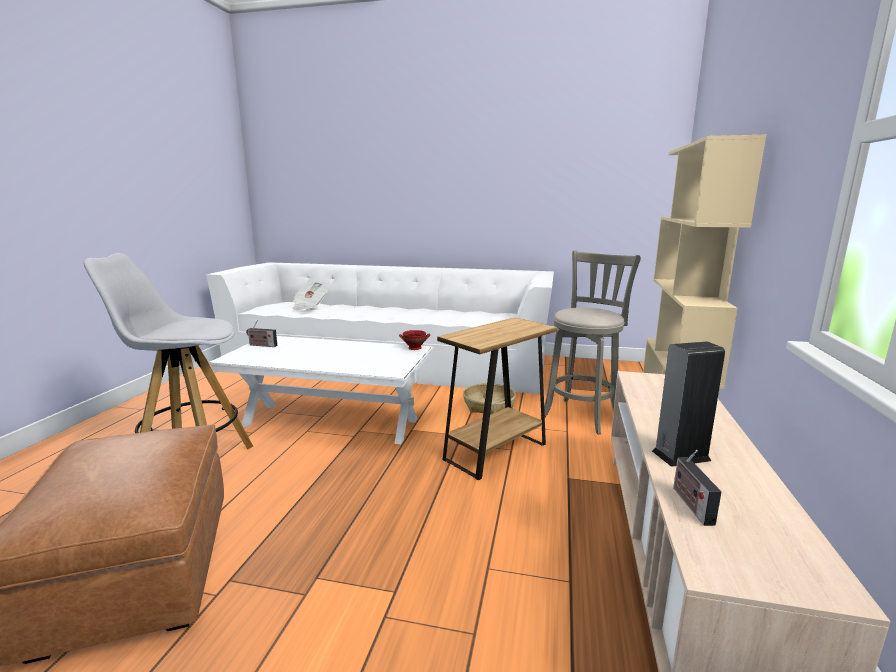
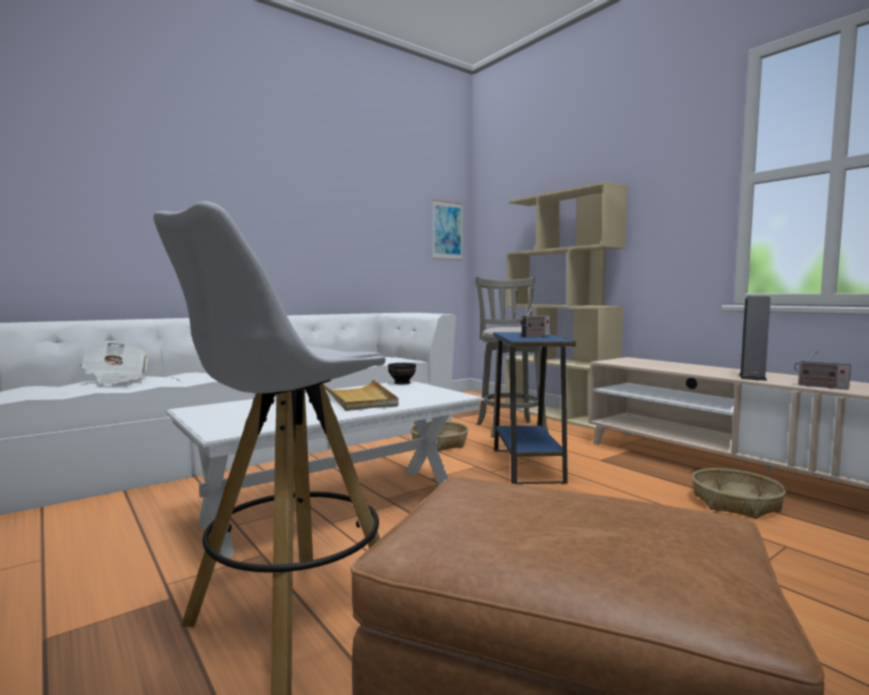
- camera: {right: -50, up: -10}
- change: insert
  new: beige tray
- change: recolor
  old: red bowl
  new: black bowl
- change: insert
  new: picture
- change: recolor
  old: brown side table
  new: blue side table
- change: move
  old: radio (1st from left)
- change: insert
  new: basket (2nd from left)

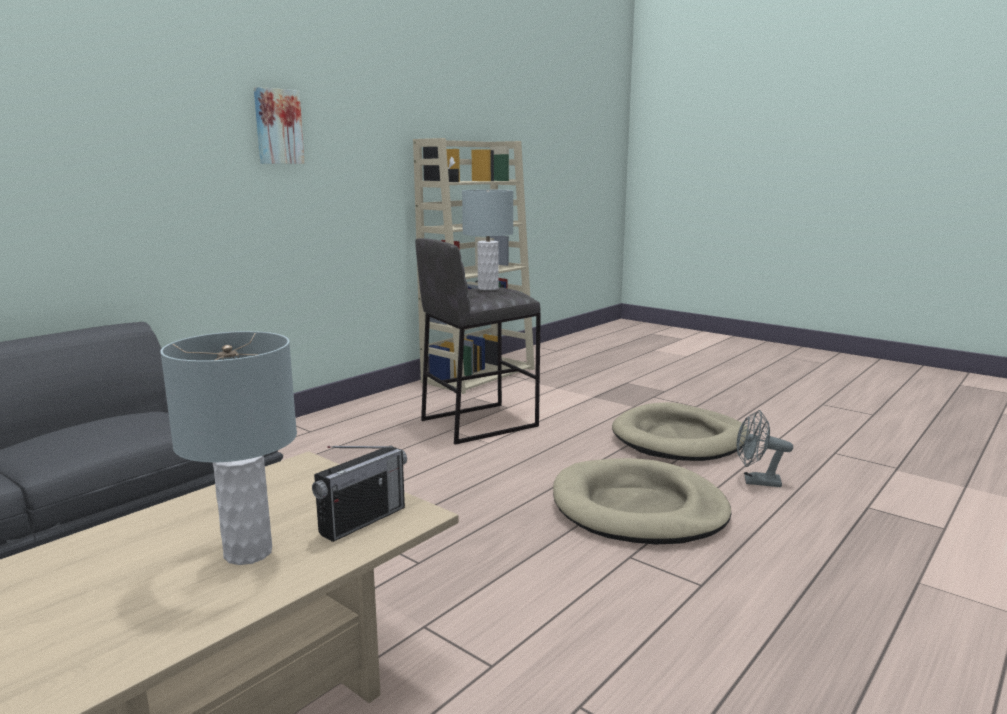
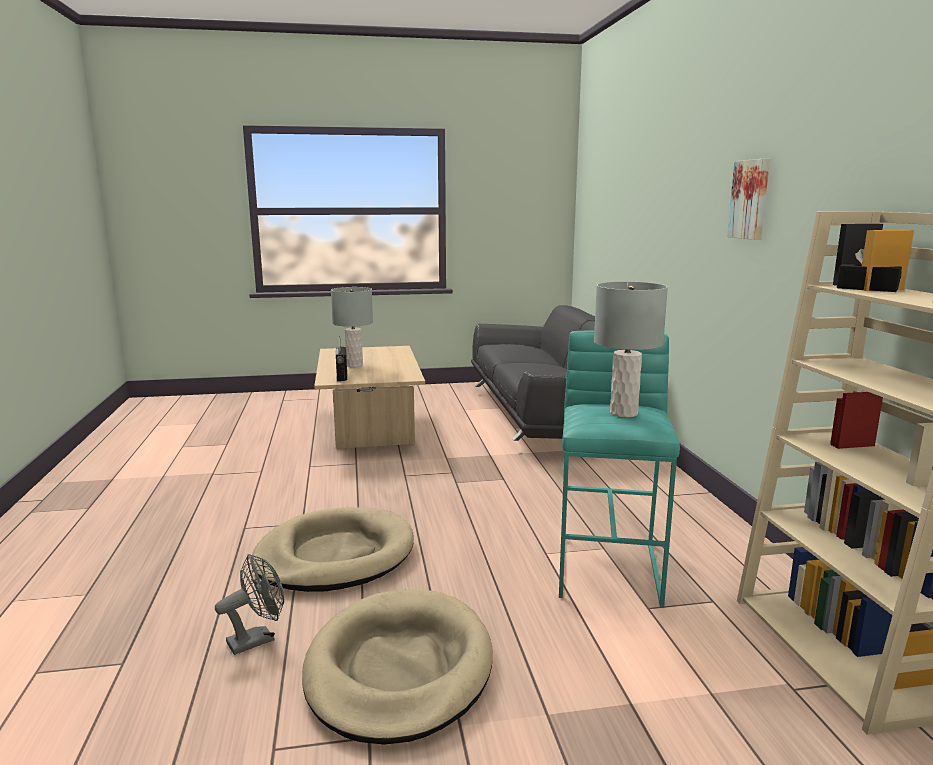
- camera: {right: 130, up: 0}
- change: recolor
  old: grey stool
  new: turquoise stool

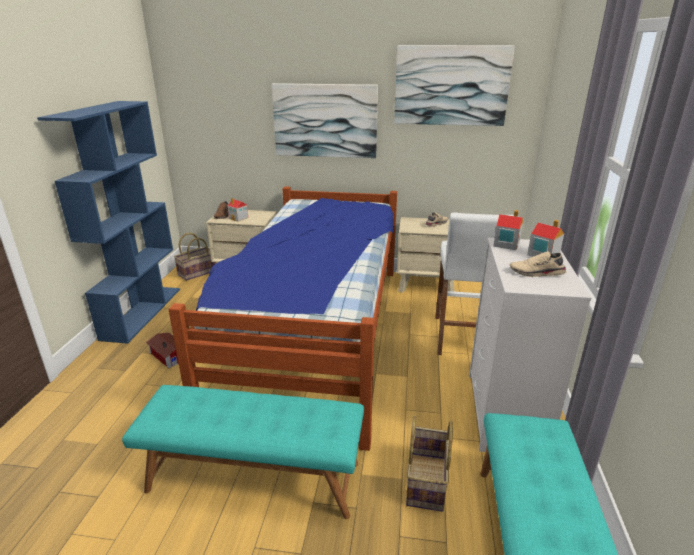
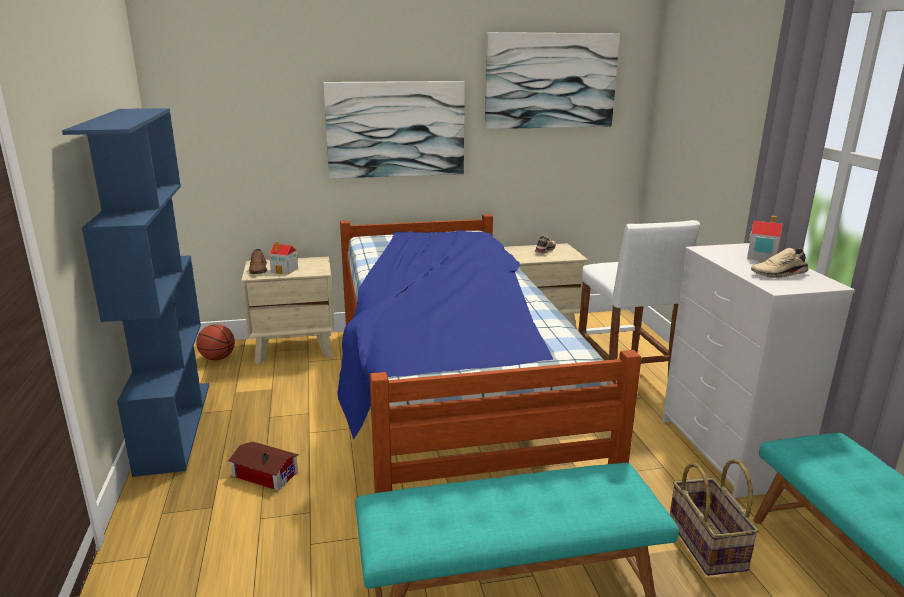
- camera: {right: -20, up: -5}
- change: replace
  old: basket (1st from left)
  new: basketball
- change: delete
  old: toy house (3rd from left)

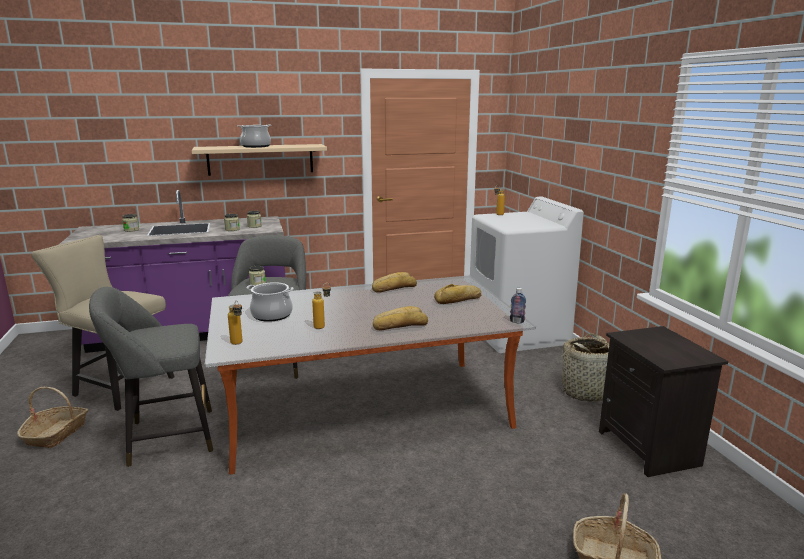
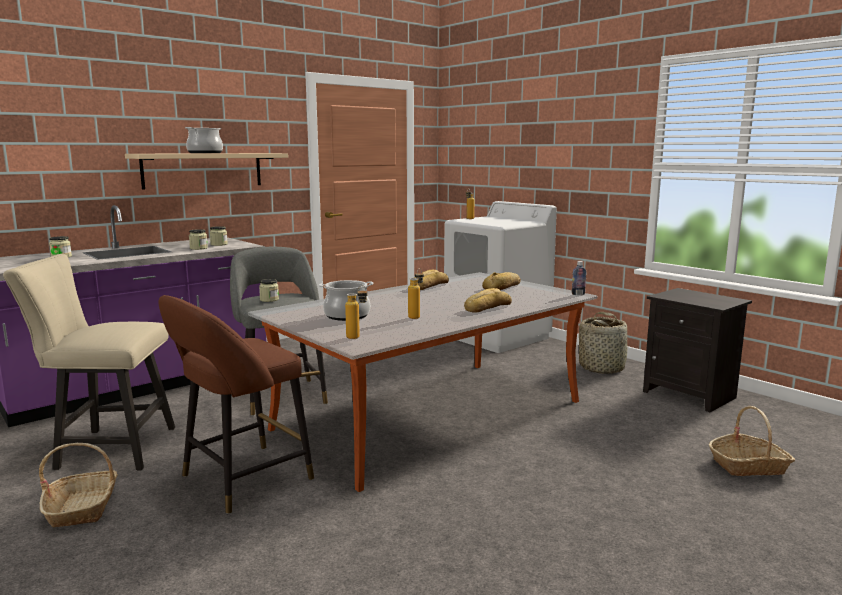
- camera: {right: -25, up: -5}
- change: recolor
  old: grey stool (1st from left)
  new: brown stool

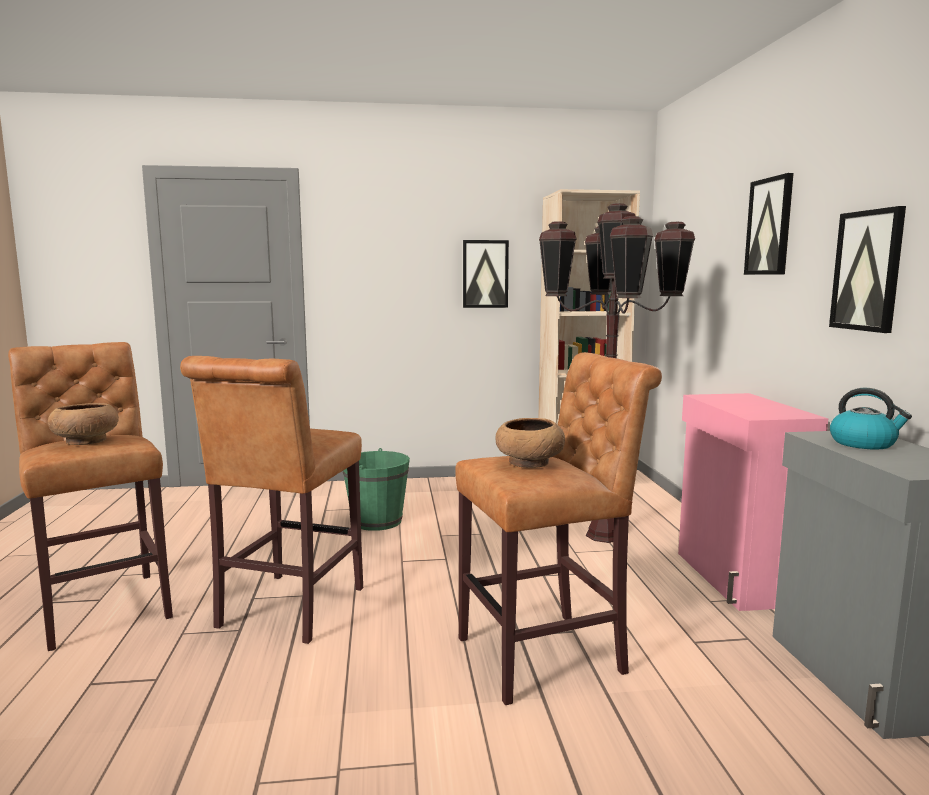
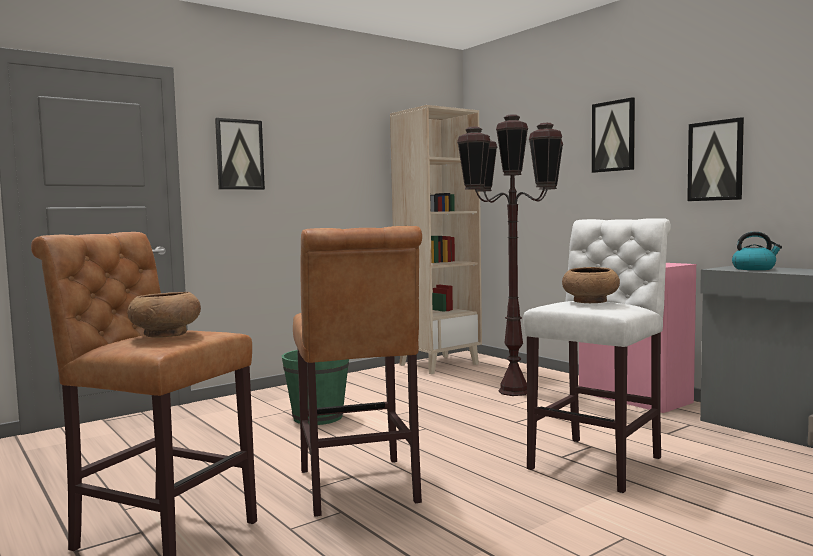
- camera: {right: -30, up: -5}
- change: move
  old: picture (1st from left)
- change: recolor
  old: brown stool (3rd from left)
  new: white stool

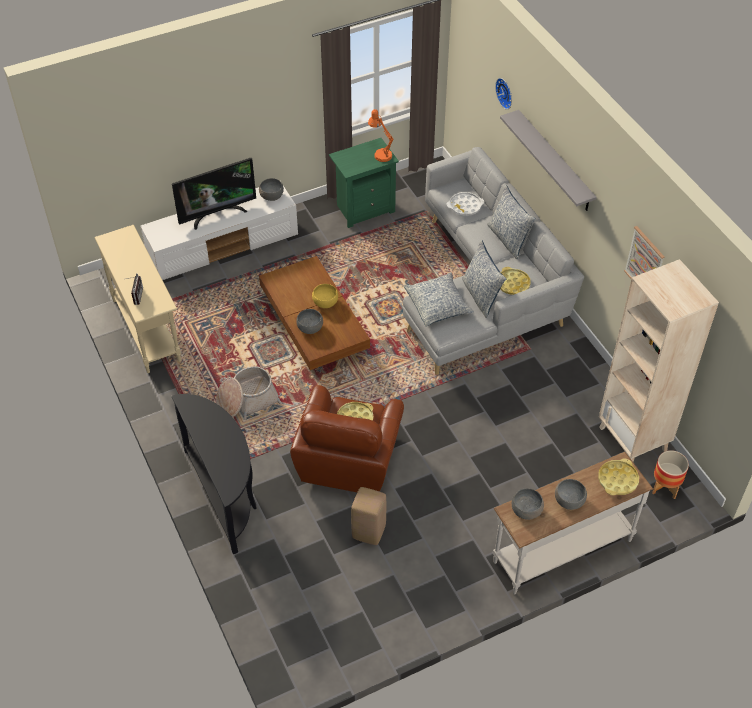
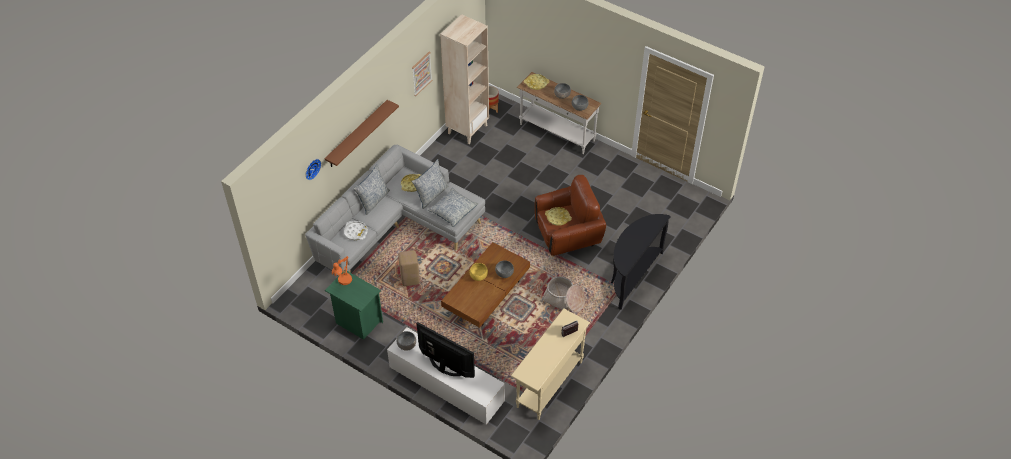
- camera: {right: -120, up: 0}
- change: recolor
  old: grey shelf
  new: brown shelf
- change: move
  old: beige stool

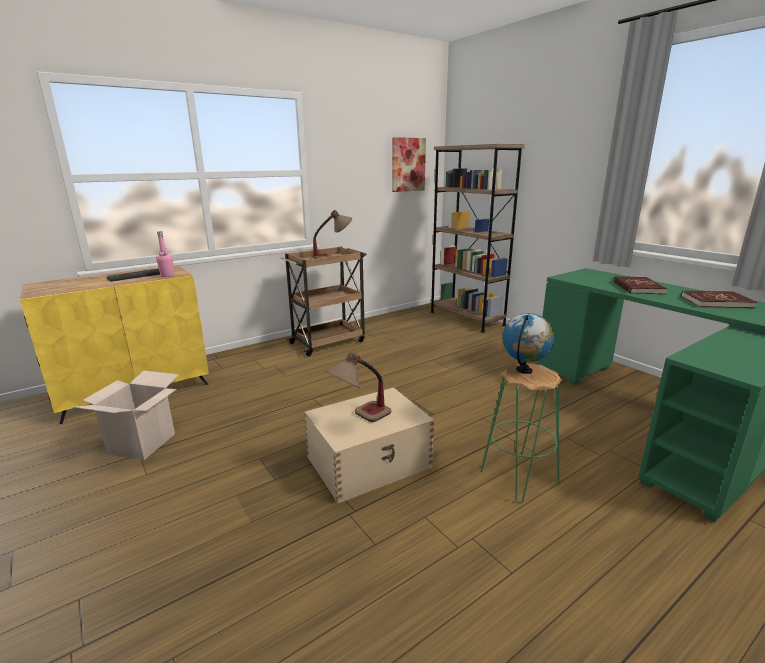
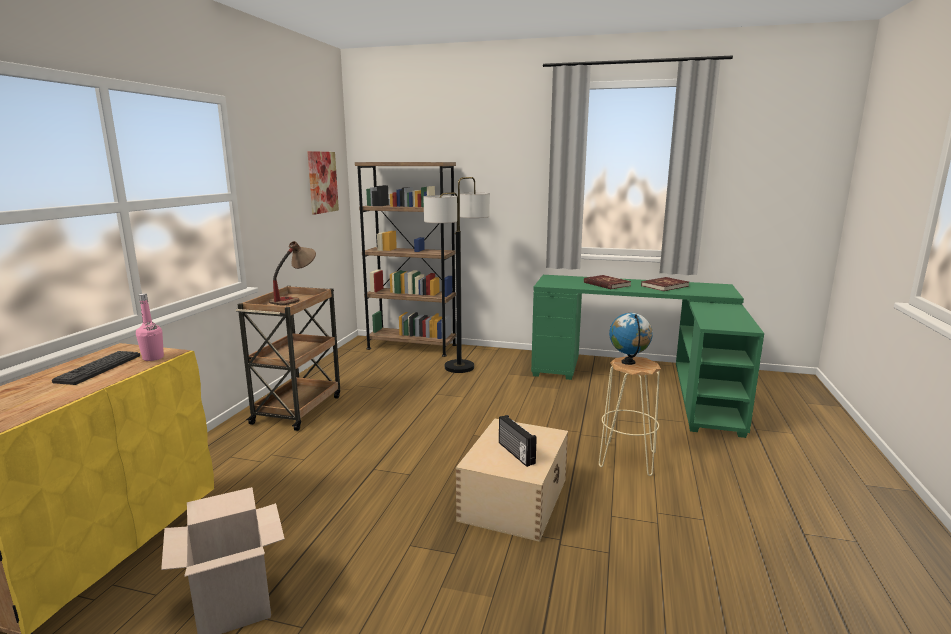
- camera: {right: -40, up: -5}
- change: insert
  new: floor lamp
- change: replace
  old: table lamp (2nd from left)
  new: radio
- change: recolor
  old: green stool
  new: beige stool

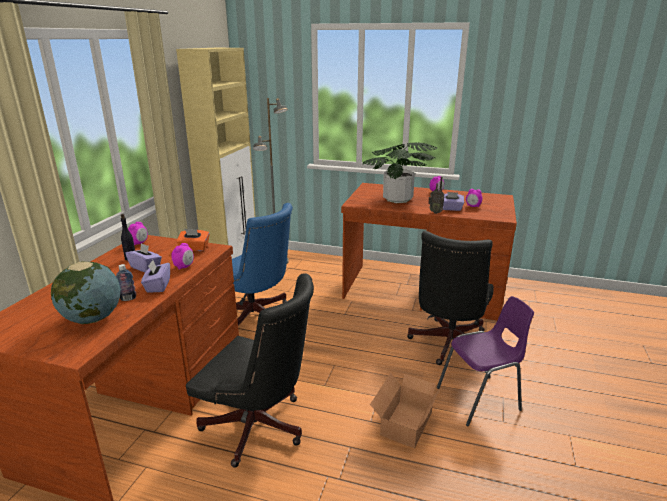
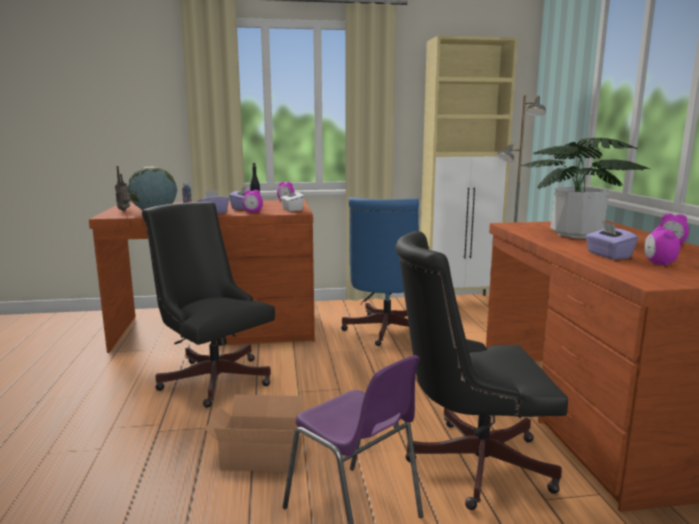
- camera: {right: 65, up: -10}
- change: move
  old: radio
- change: rotate
  old: black office chair (1st from left)
  degrees: 135
- change: recolor
  old: orange tissue box
  new: white tissue box

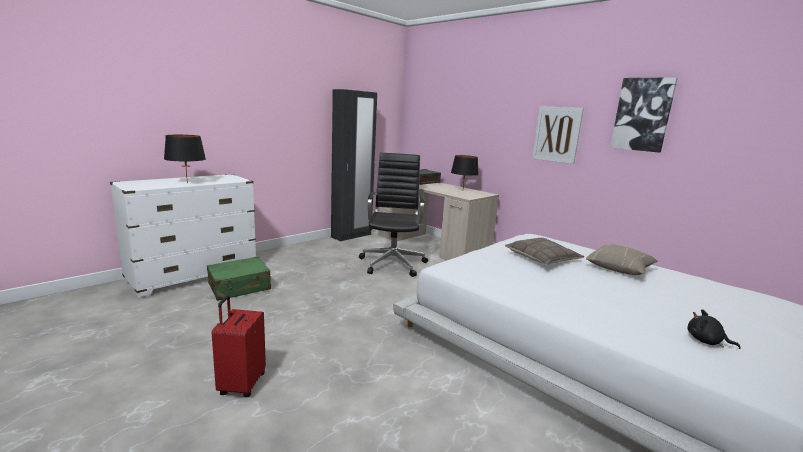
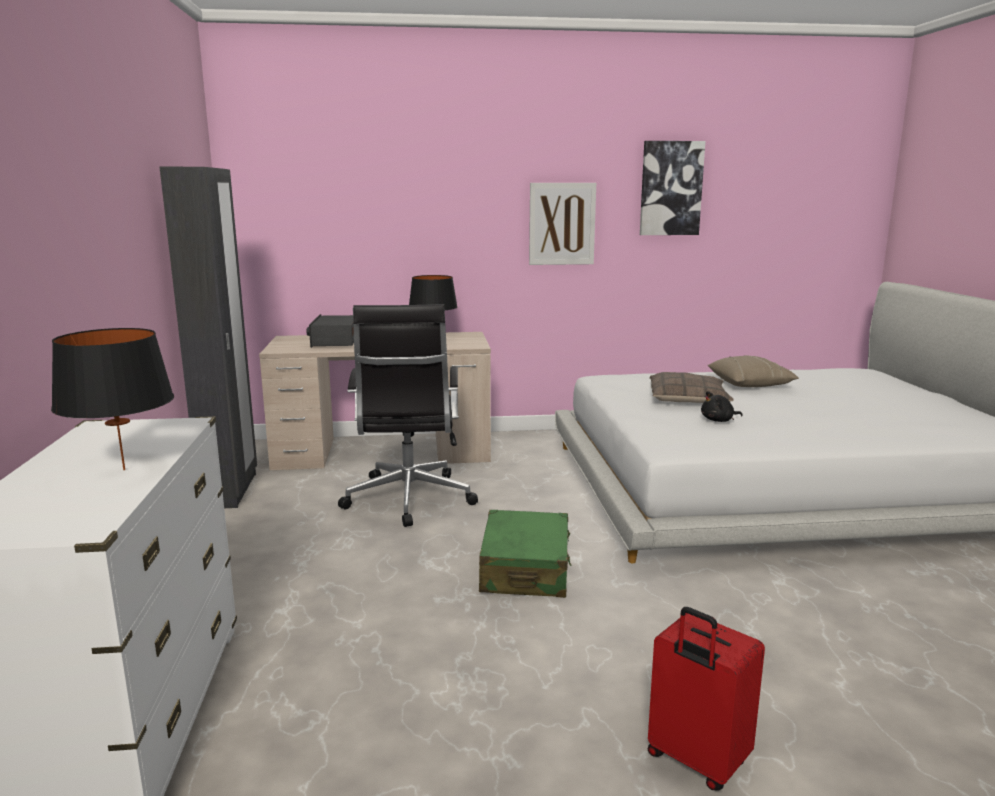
- camera: {right: -50, up: 0}
- change: rotate
  old: black office chair
  degrees: -135
- change: move
  old: green suitcase
- change: move
  old: black plush toy

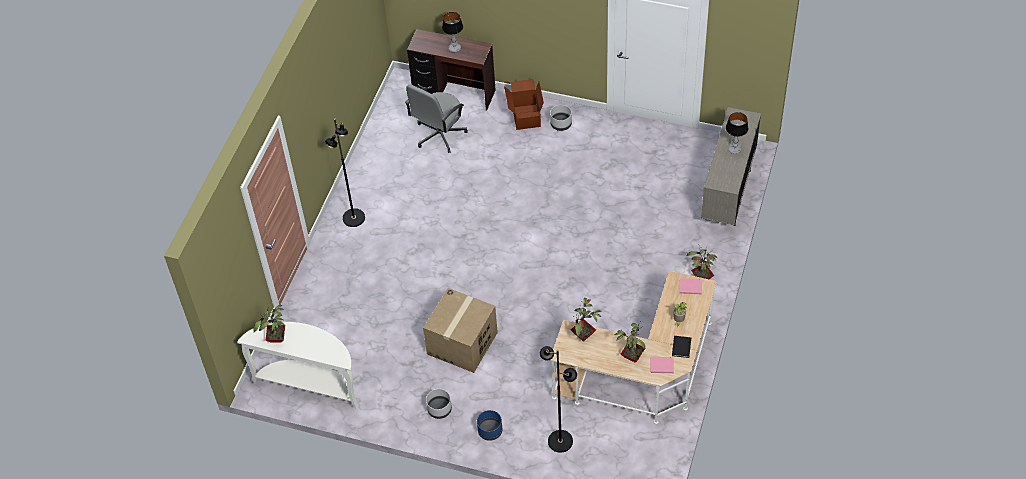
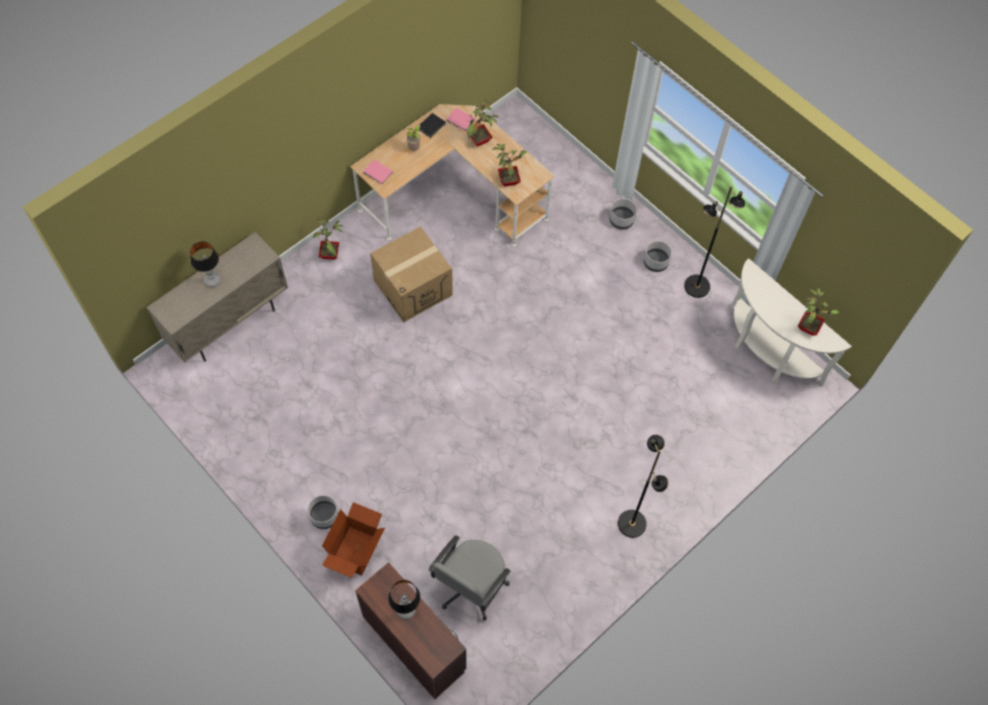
- camera: {right: -155, up: 10}
- change: move
  old: cardboard box (1st from left in the first image)
  new: cardboard box (2nd from left)
- change: rotate
  old: grey office chair
  degrees: 150
- change: recolor
  old: blue planter
  new: grey planter (2nd from left)
- change: move
  old: black floor lamp (2nd from left)

